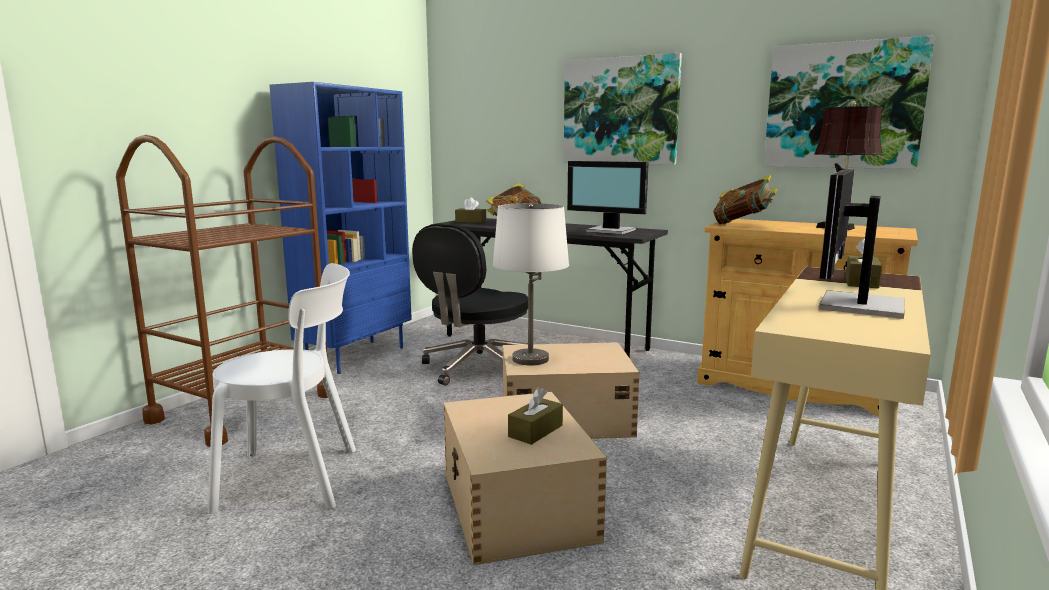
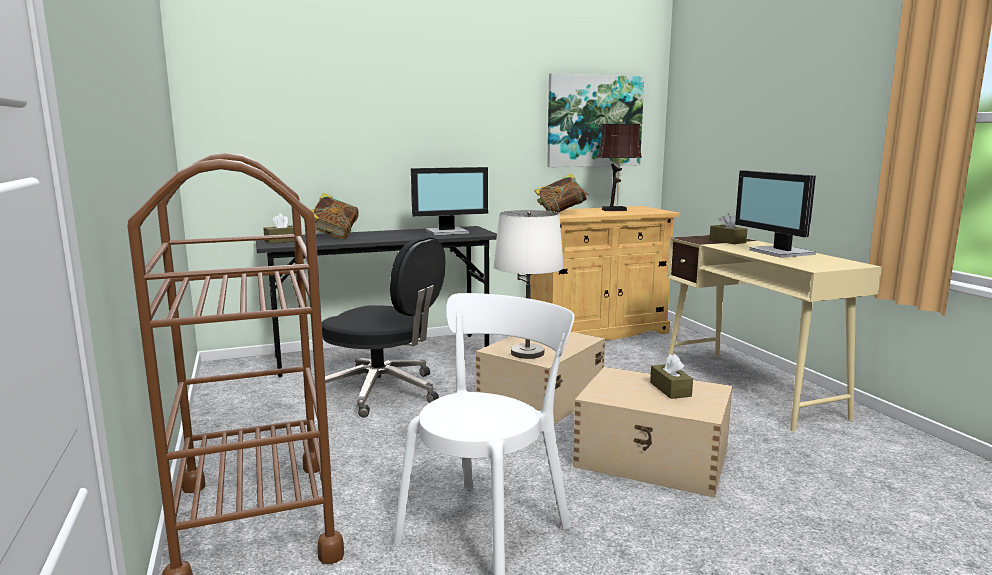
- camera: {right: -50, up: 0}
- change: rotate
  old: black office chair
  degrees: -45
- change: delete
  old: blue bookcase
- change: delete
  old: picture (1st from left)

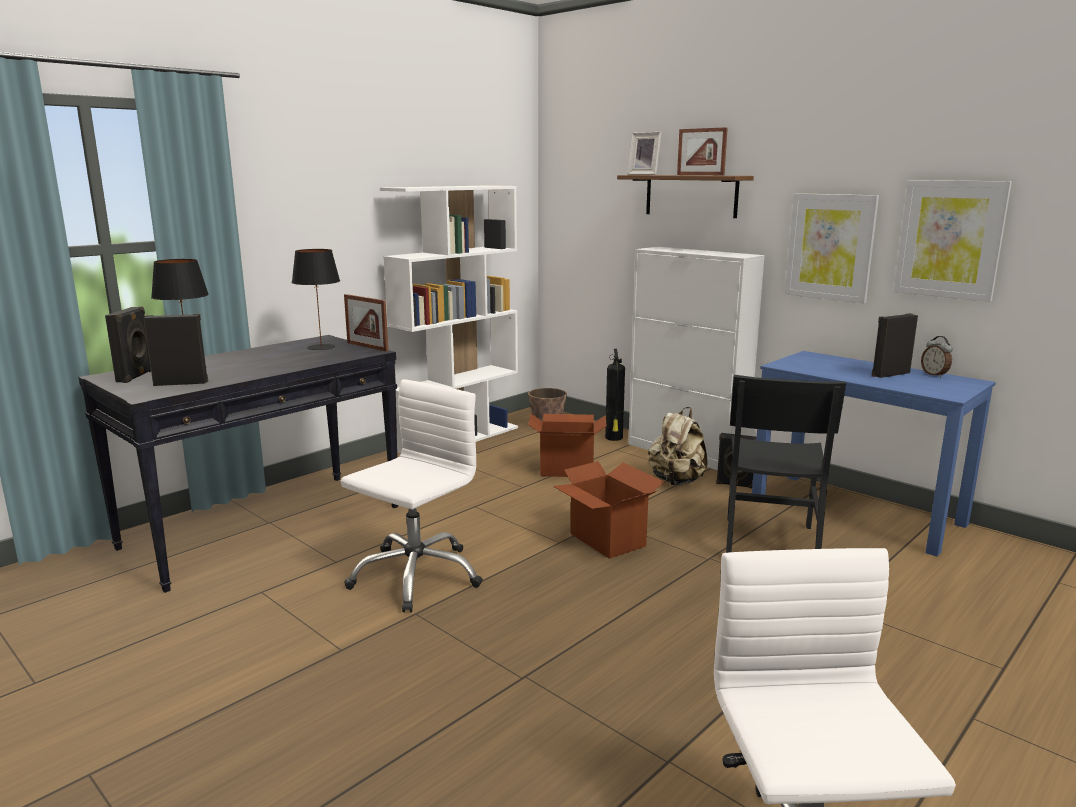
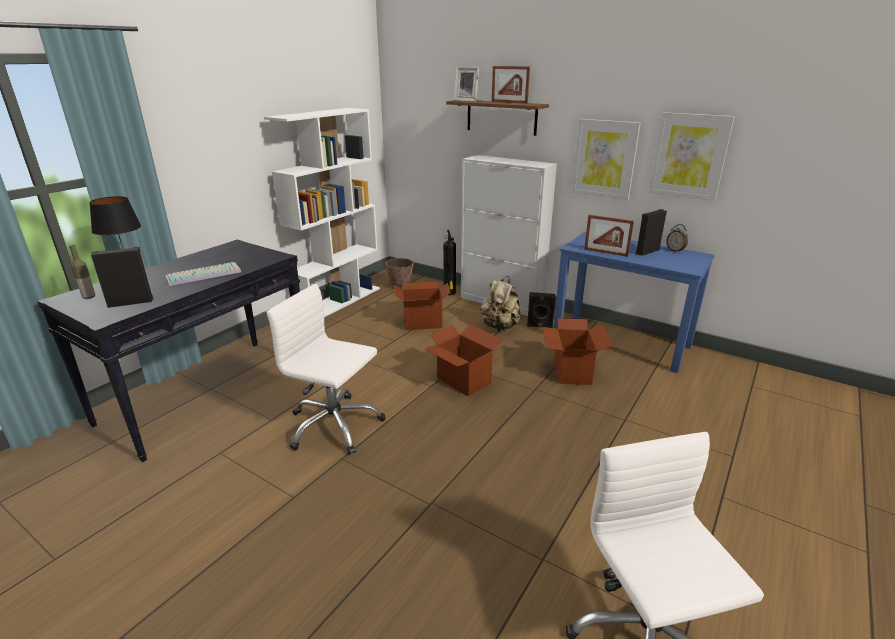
- camera: {right: -10, up: 10}
- change: replace
  old: black speaker (1st from left)
  new: bottle
- change: insert
  new: keyboard
- change: rotate
  old: white office chair (1st from left)
  degrees: -90
- change: replace
  old: black chair
  new: cardboard box (3rd from left)
- change: move
  old: picture frame (1st from left in the first image)
  new: picture frame (3rd from left)
- change: delete
  old: black table lamp (2nd from left)

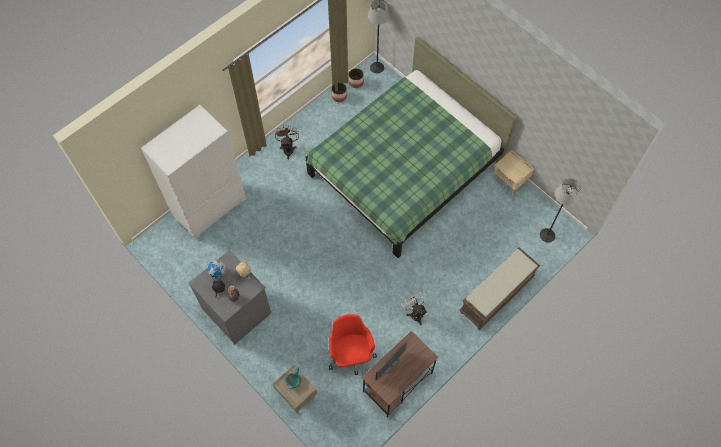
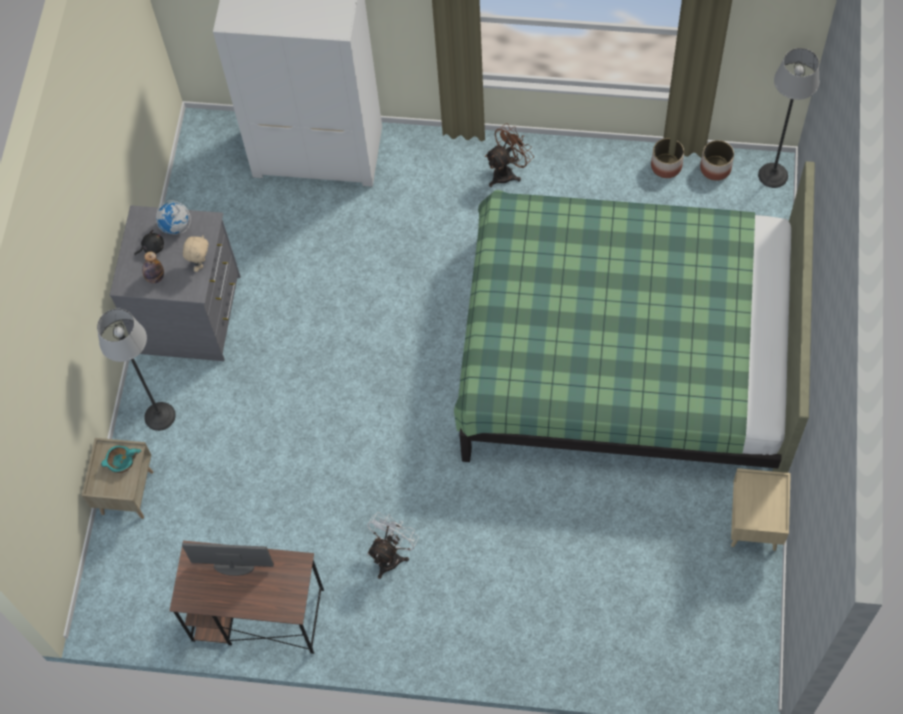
- camera: {right: 55, up: 0}
- change: move
  old: floor lamp (2nd from left in the first image)
  new: floor lamp (1st from left)
- change: delete
  old: red office chair
- change: delete
  old: brown bench

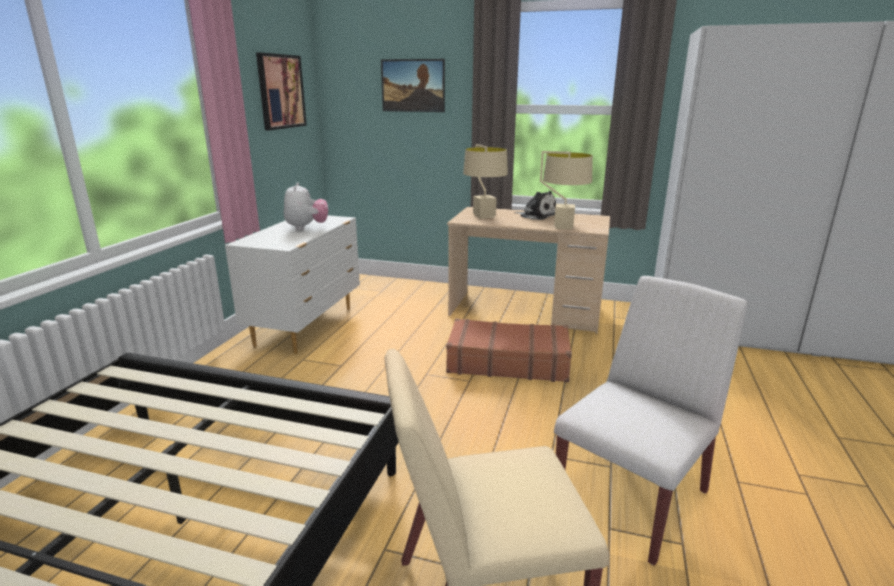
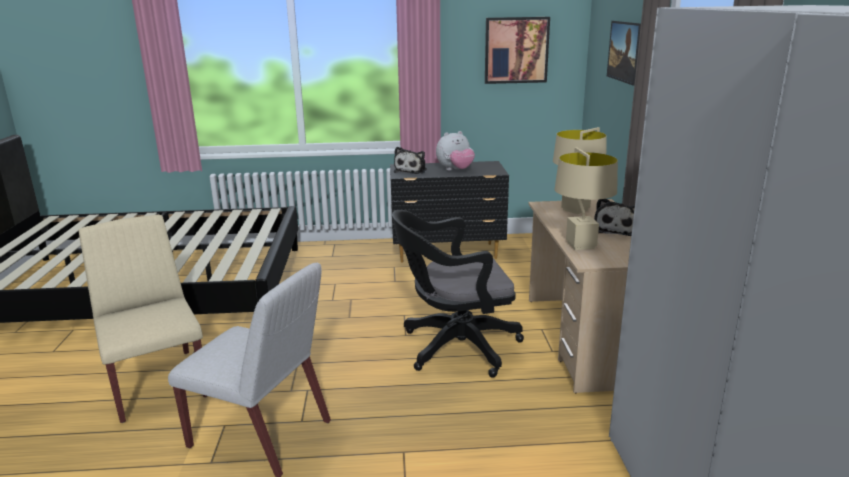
- camera: {right: 70, up: 0}
- change: recolor
  old: white dresser
  new: black dresser
- change: replace
  old: brown suitcase
  new: black office chair
- change: insert
  new: plush toy (1st from left)

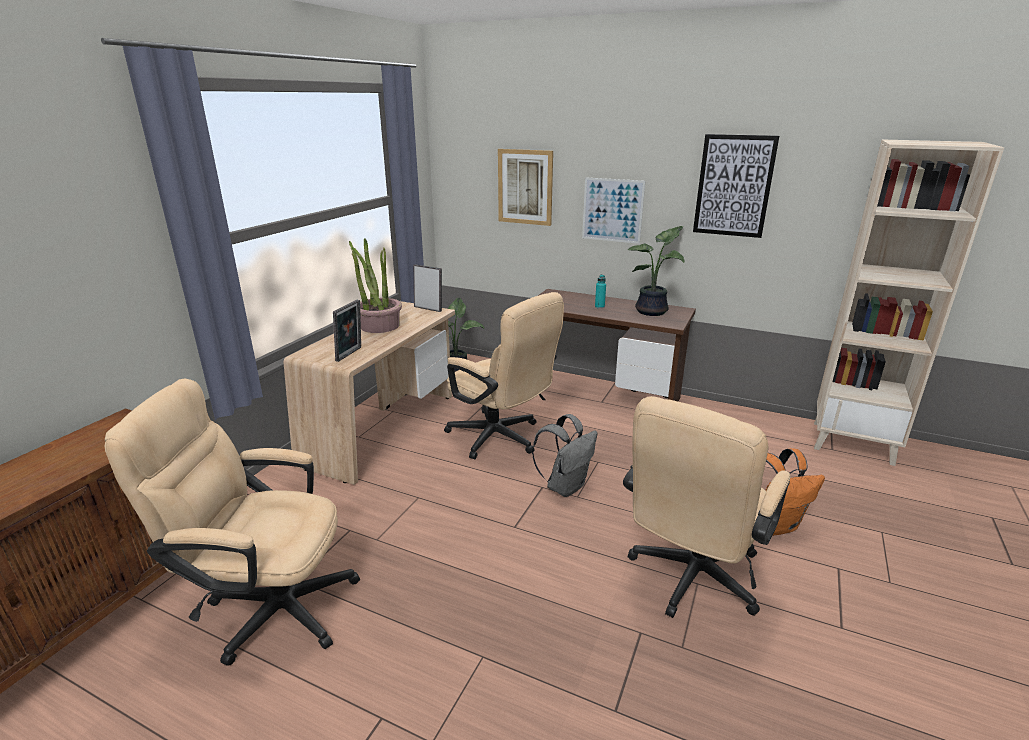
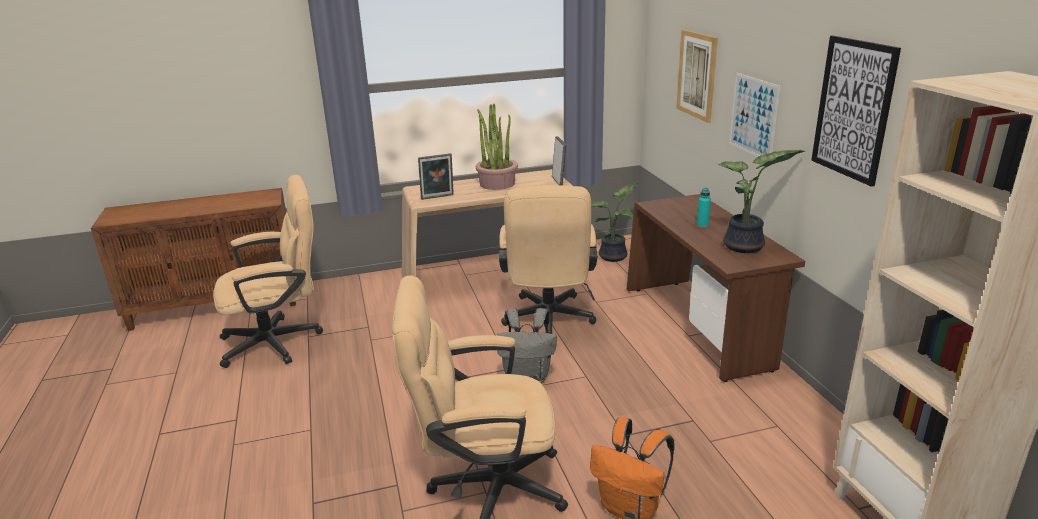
- camera: {right: 50, up: 0}
- change: rotate
  old: beige office chair (1st from left)
  degrees: 105

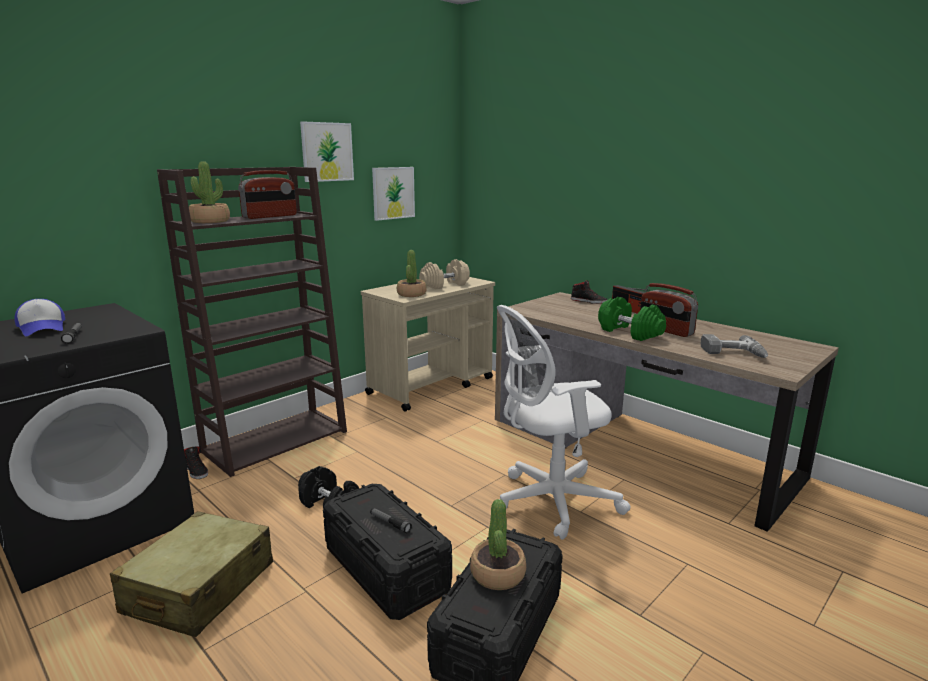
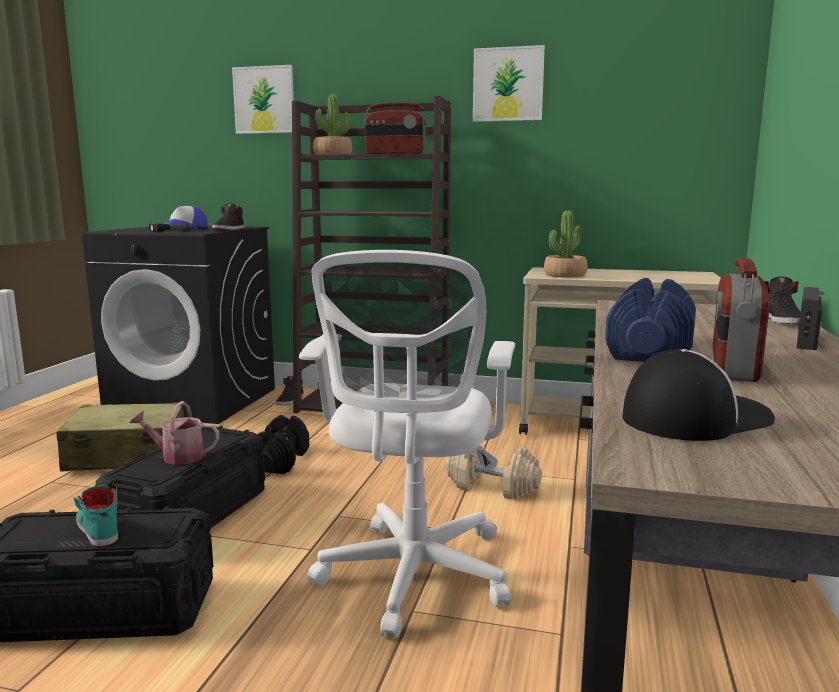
- camera: {right: 60, up: -5}
- change: replace
  old: potted plant (3rd from left)
  new: turquoise shoe
- change: replace
  old: flashlight (2nd from left)
  new: watering can
- change: insert
  new: black shoe (1st from left)
- change: move
  old: picture (2nd from left in the first image)
  new: picture (1st from left)
- change: rotate
  old: white office chair
  degrees: -120
- change: move
  old: beige dumbbell
- change: recolor
  old: green dumbbell
  new: blue dumbbell
- change: replace
  old: power drill
  new: cap (2nd from left)

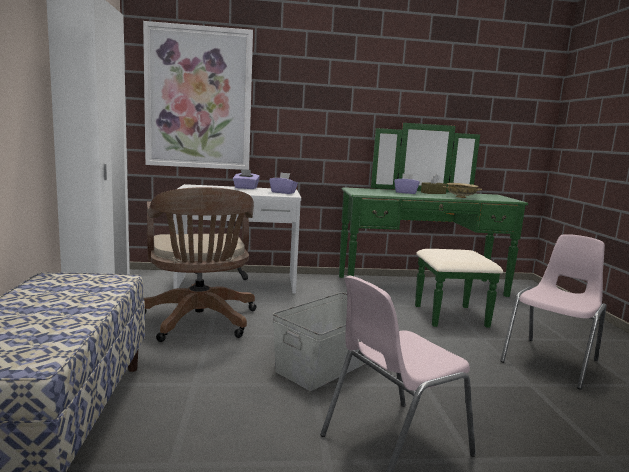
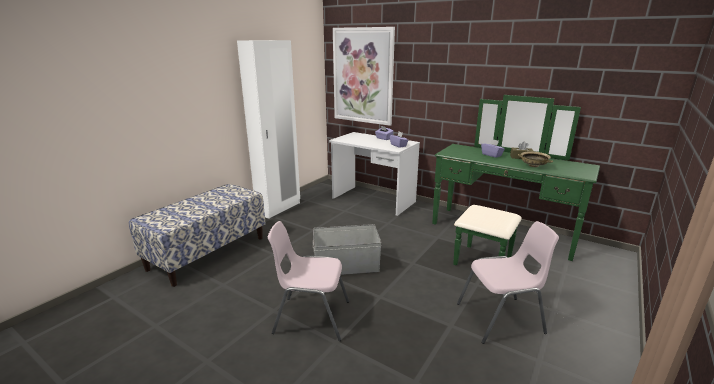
- camera: {right: 40, up: 10}
- change: delete
  old: brown office chair

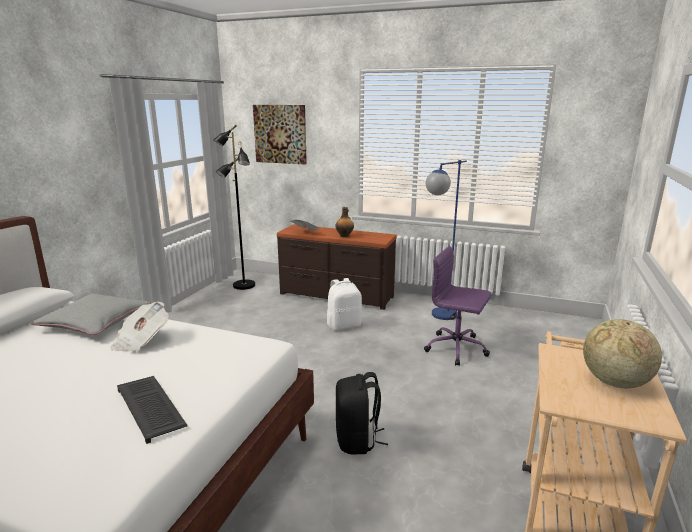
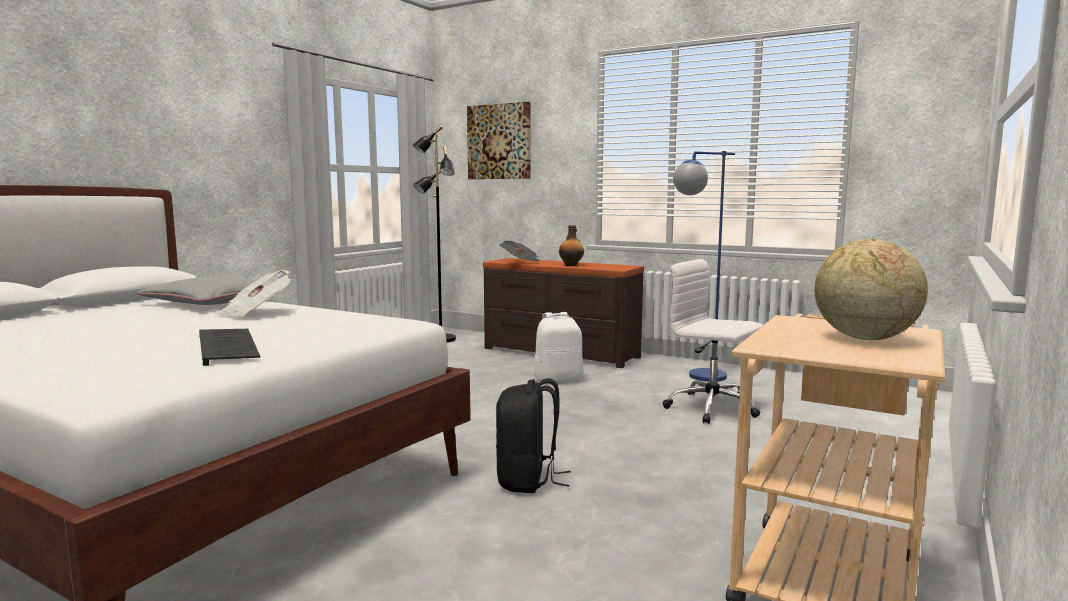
- camera: {right: 10, up: -10}
- change: recolor
  old: purple office chair
  new: white office chair

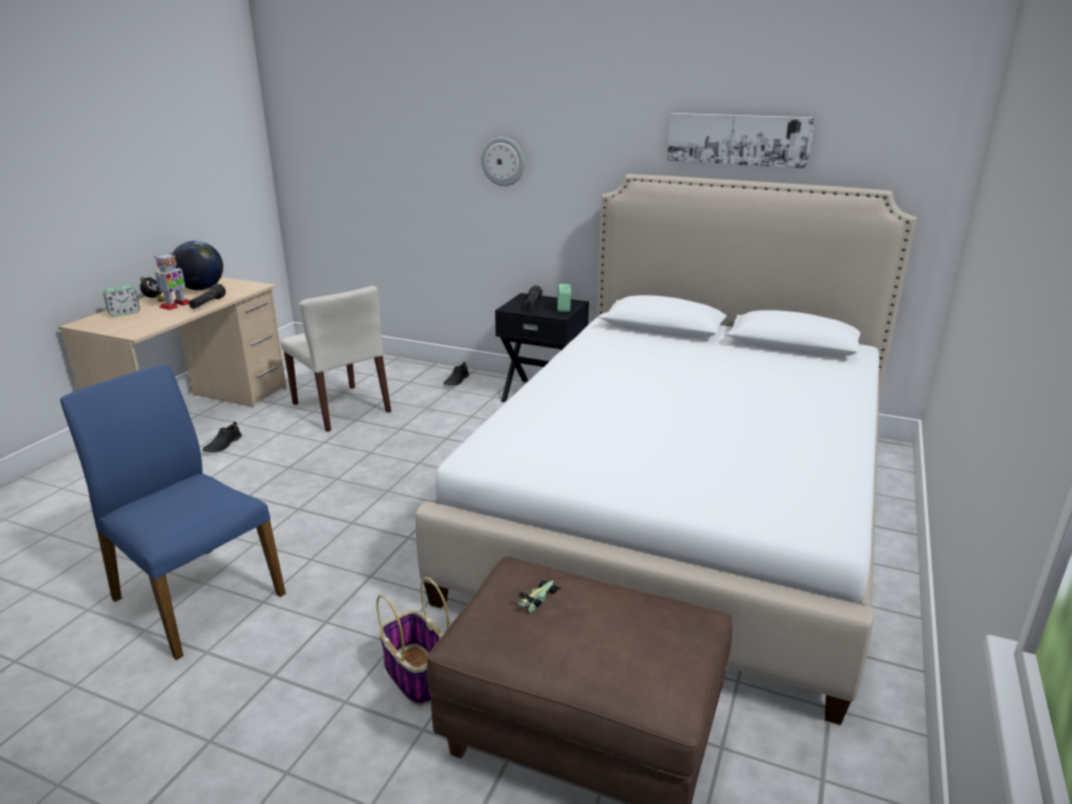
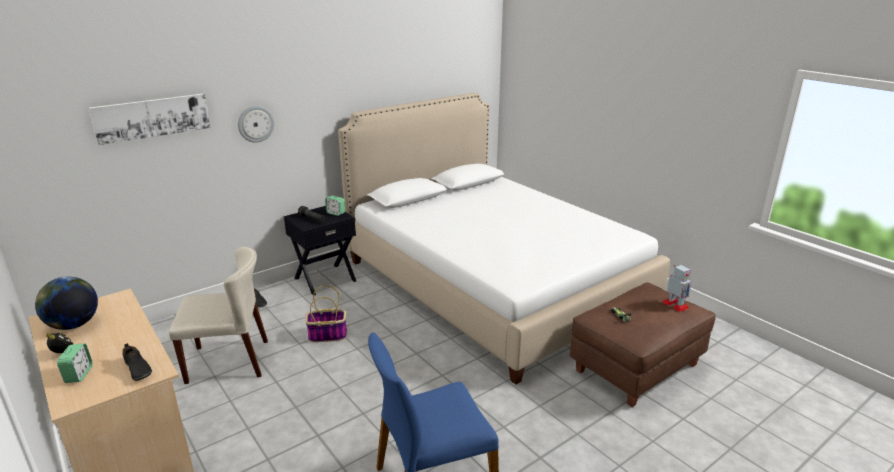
- camera: {right: -60, up: 0}
- change: move
  old: picture
- change: move
  old: black shoe (1st from left)
- change: move
  old: basket
- change: move
  old: toy robot
- change: delete
  old: black flashlight (1st from left)

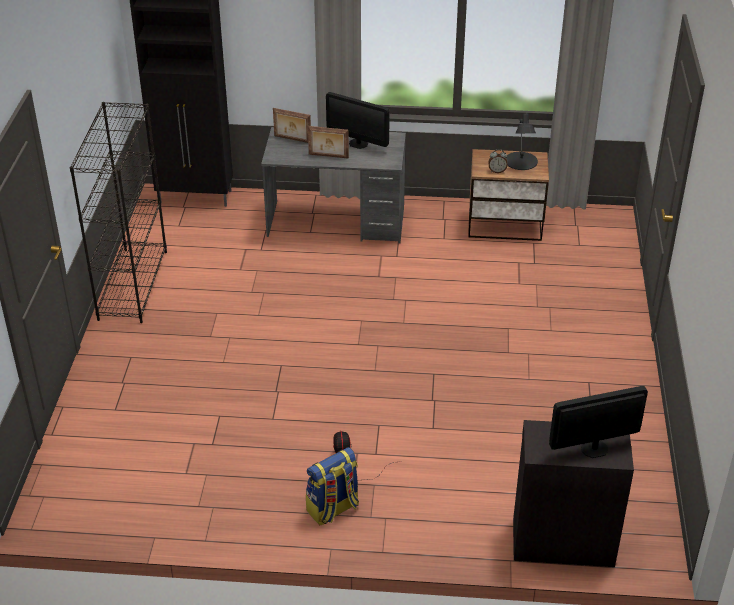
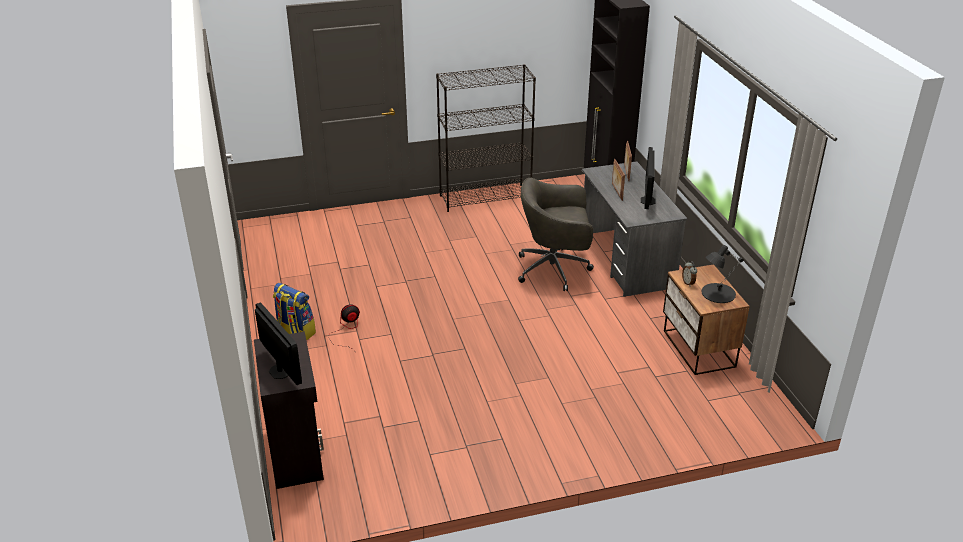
- camera: {right: 70, up: -5}
- change: insert
  new: grey office chair

